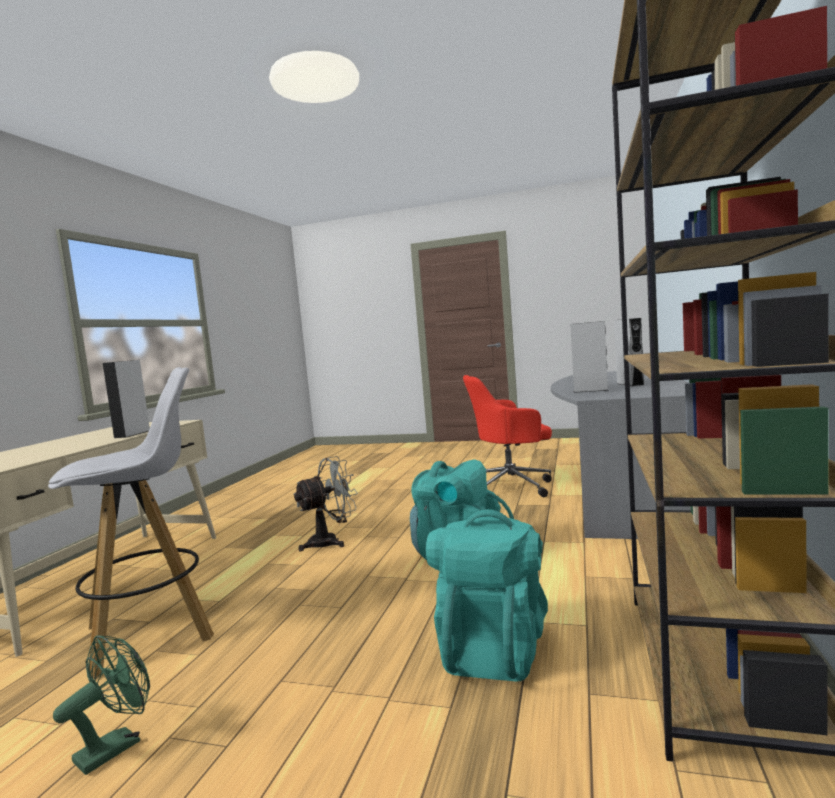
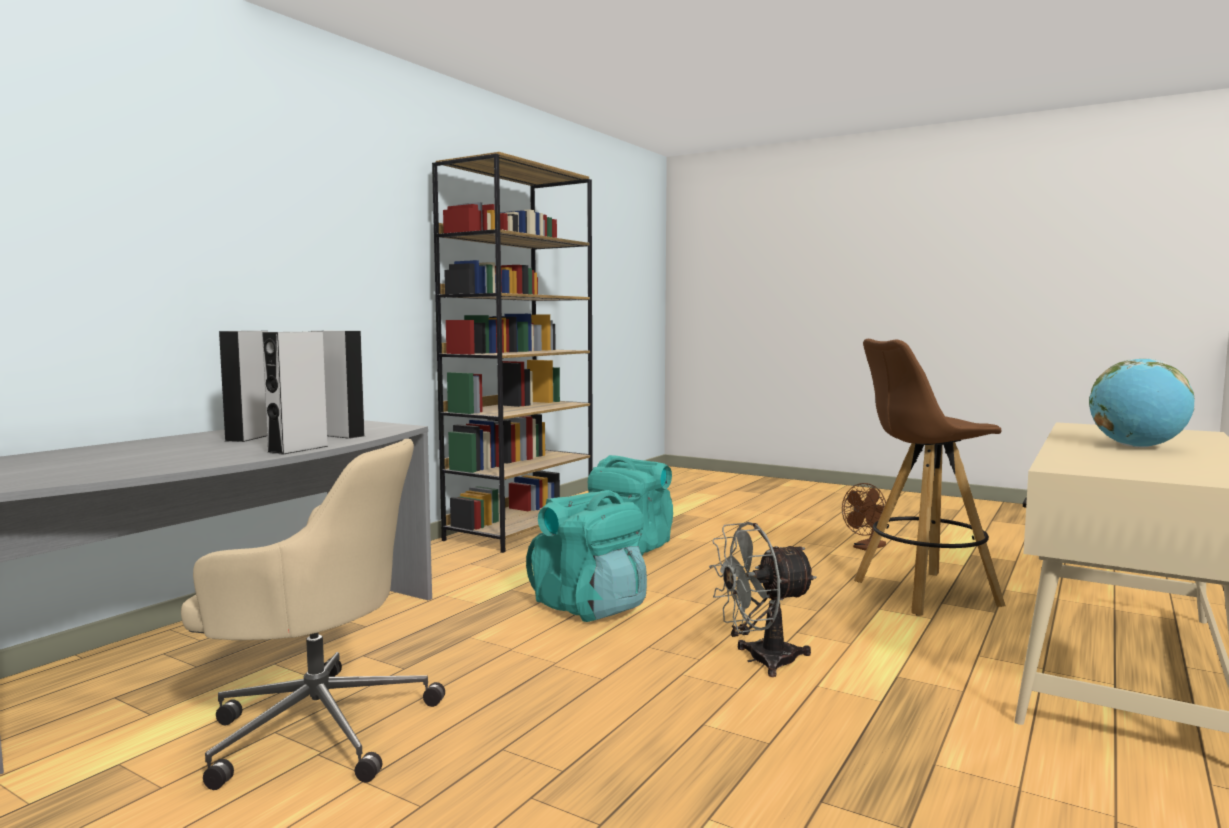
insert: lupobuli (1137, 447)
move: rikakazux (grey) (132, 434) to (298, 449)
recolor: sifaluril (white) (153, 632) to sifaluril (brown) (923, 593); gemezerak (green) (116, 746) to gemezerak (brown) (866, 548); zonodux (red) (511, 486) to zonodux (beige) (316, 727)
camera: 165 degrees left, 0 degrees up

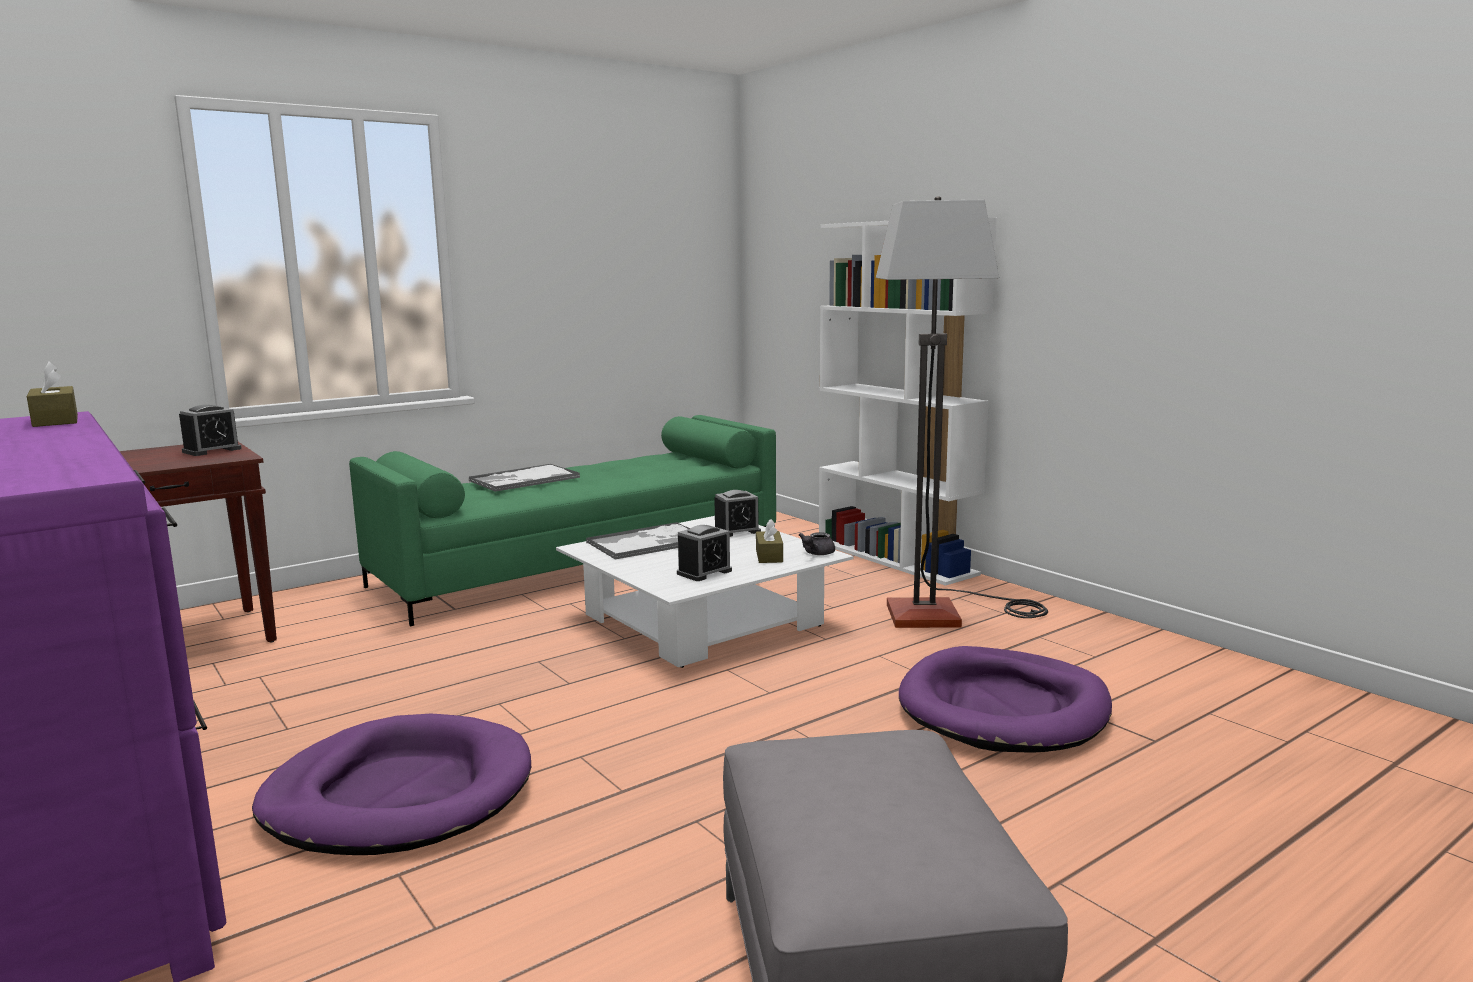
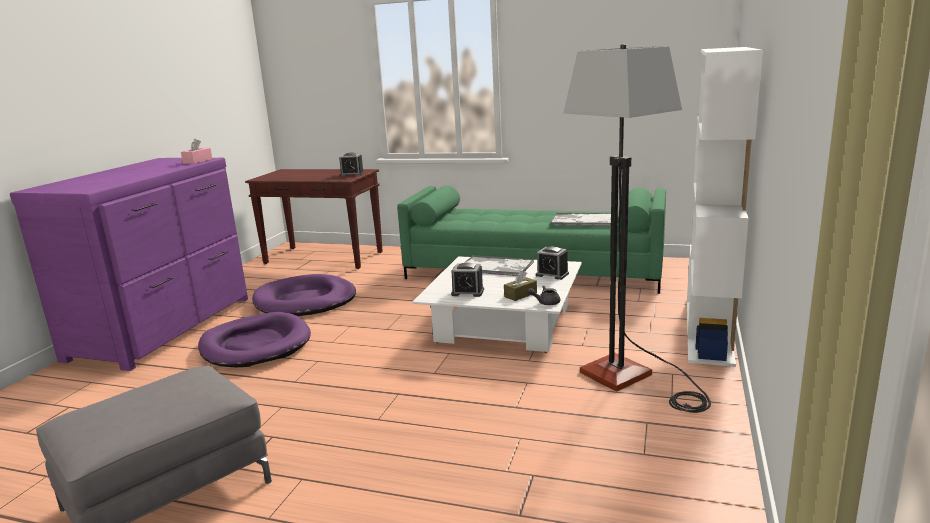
move: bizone (523, 479) to (582, 221); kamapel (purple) (1004, 708) to (305, 301)
recolor: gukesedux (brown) (55, 420) to gukesedux (pink) (197, 161)
camera: 55 degrees right, 5 degrees up

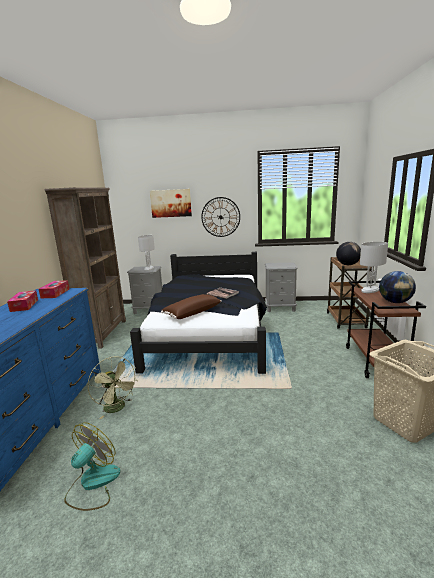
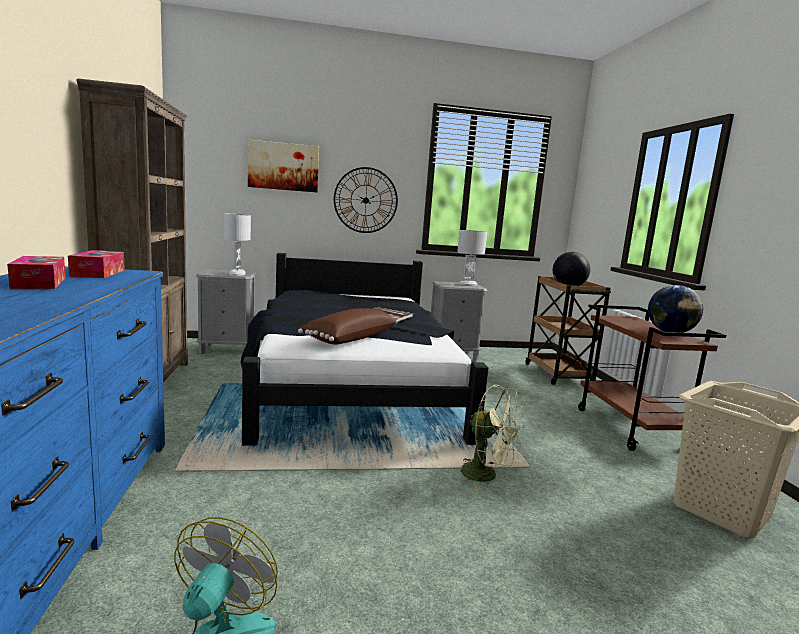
move: gemezerak (green) (117, 408) to (486, 475); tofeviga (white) (370, 290) to (468, 284)
camera: 15 degrees left, 5 degrees down

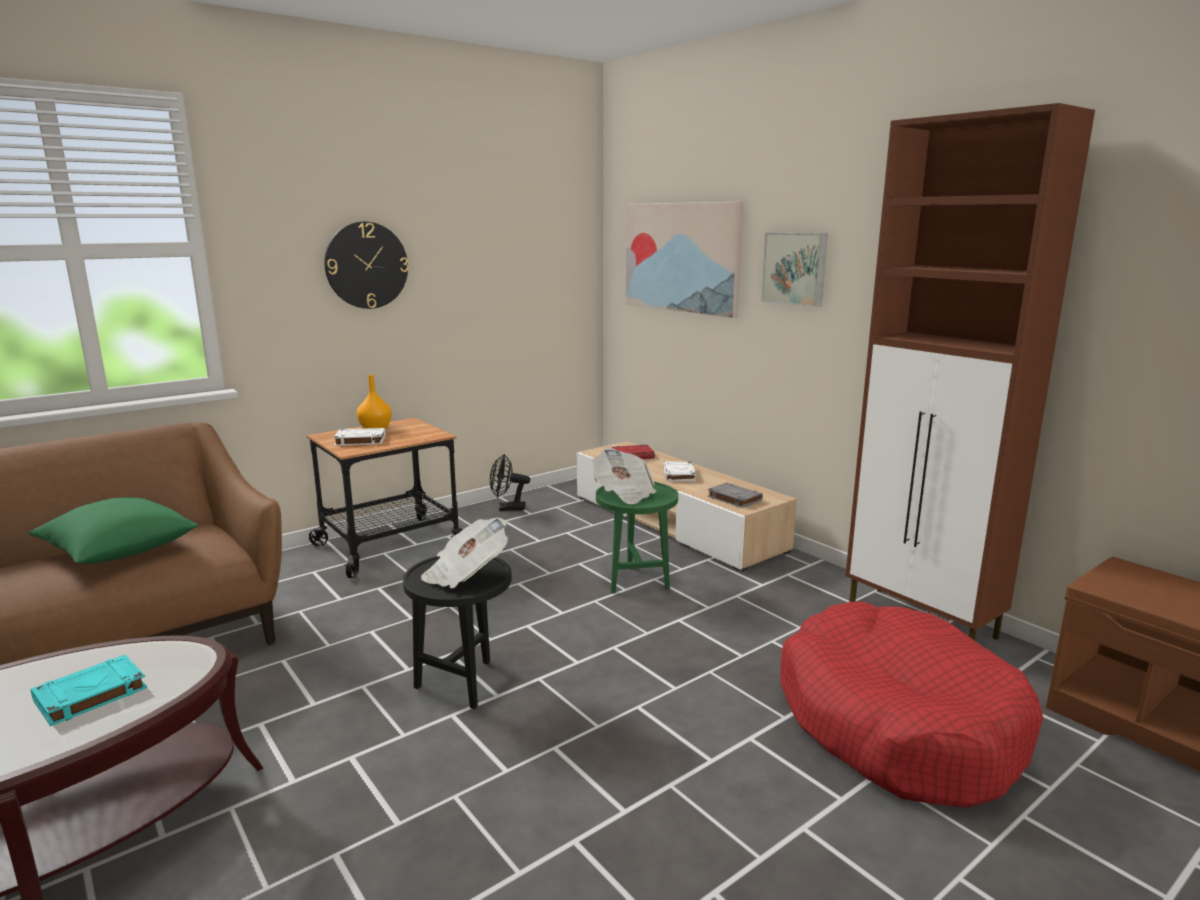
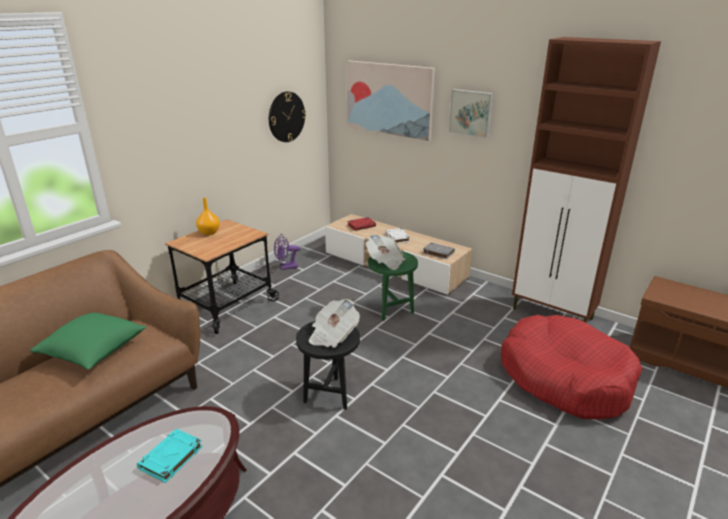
delete: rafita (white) (359, 440)
move: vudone (366, 265) to (286, 117)
recolor: gemezerak (black) (507, 508) to gemezerak (purple) (286, 267)
camera: 15 degrees left, 10 degrees up

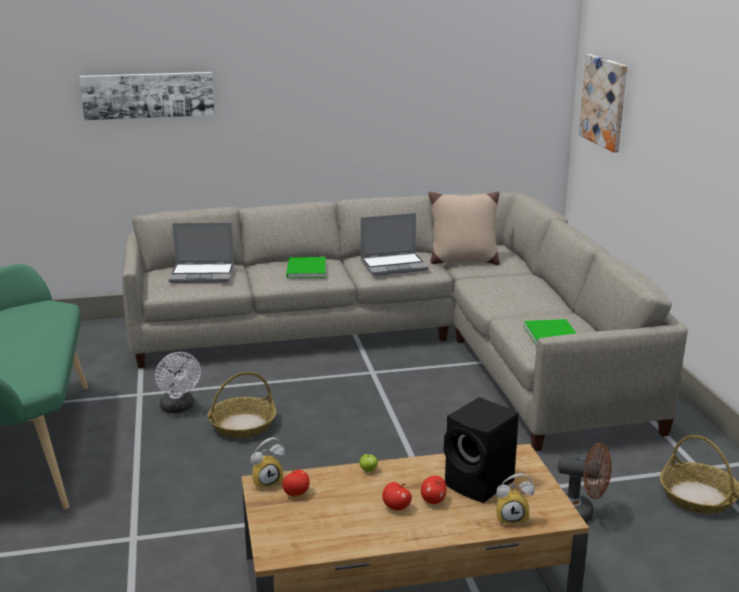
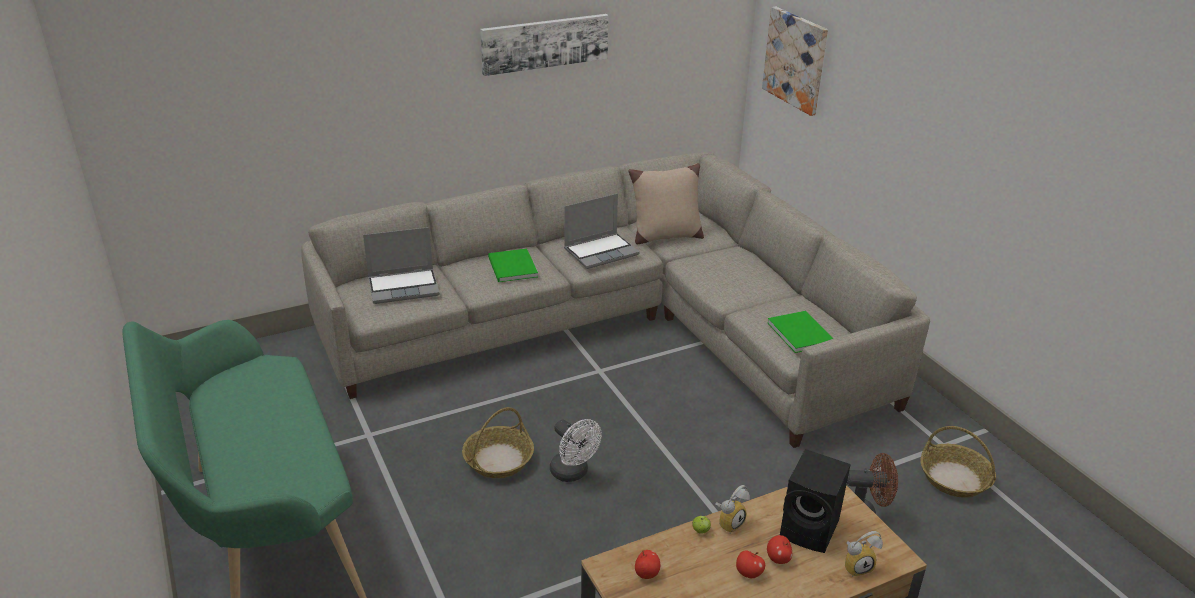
move: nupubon (148, 95) to (544, 43); gemezerak (white) (179, 408) to (573, 473); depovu (267, 481) to (729, 522)
camera: 15 degrees left, 10 degrees up

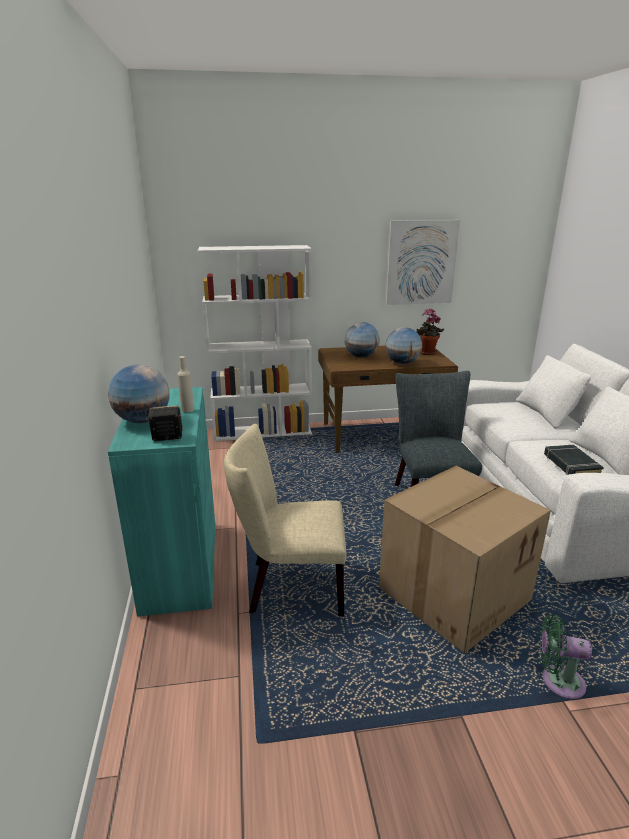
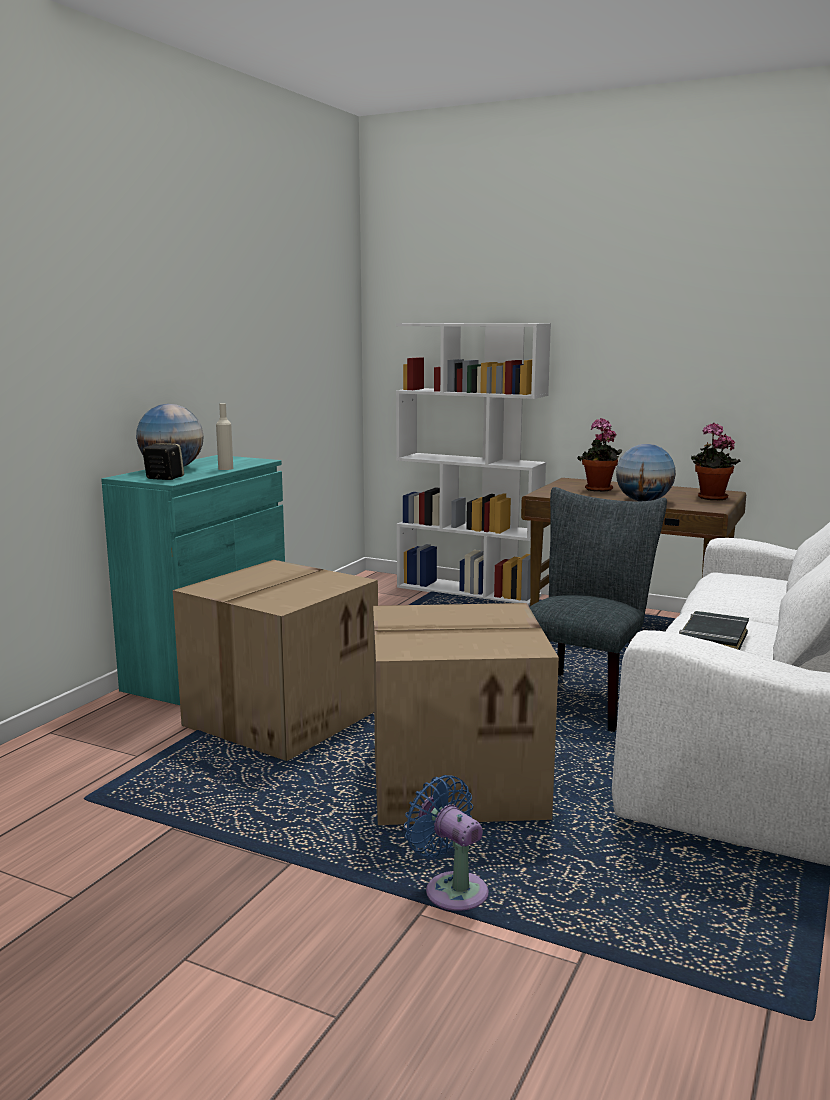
delete: nupubon (421, 263)
replace: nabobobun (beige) (289, 587) to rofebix (282, 716); lupobuli (361, 357) to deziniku (598, 490)
recolor: gemezerak (green) (558, 681) to gemezerak (blue) (452, 889)
camera: 35 degrees right, 10 degrees down

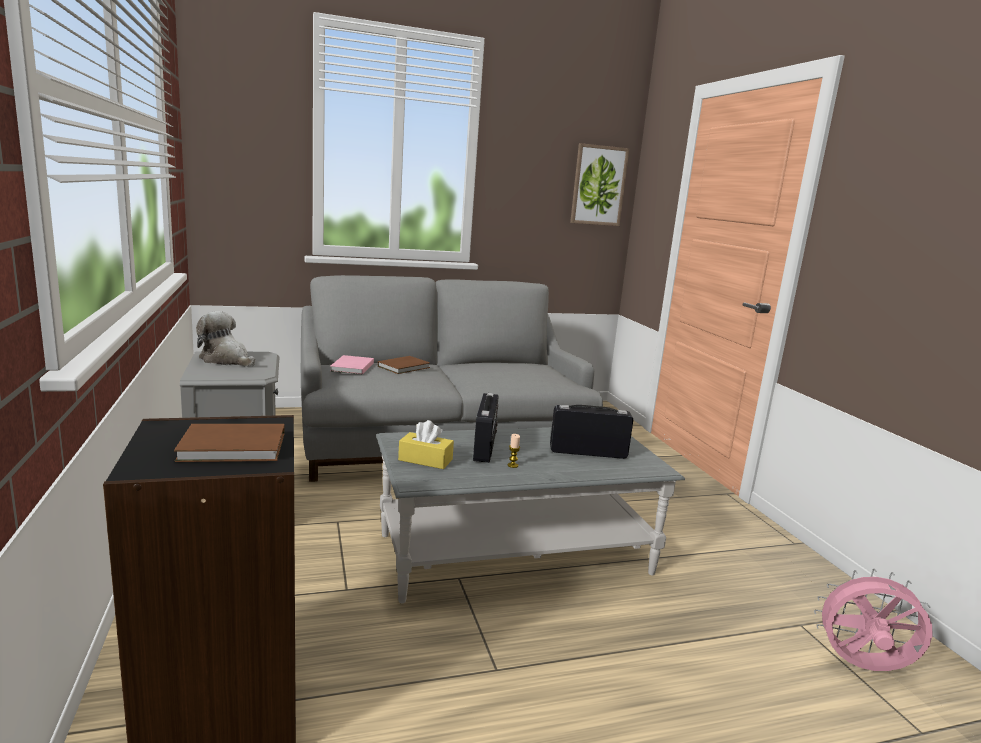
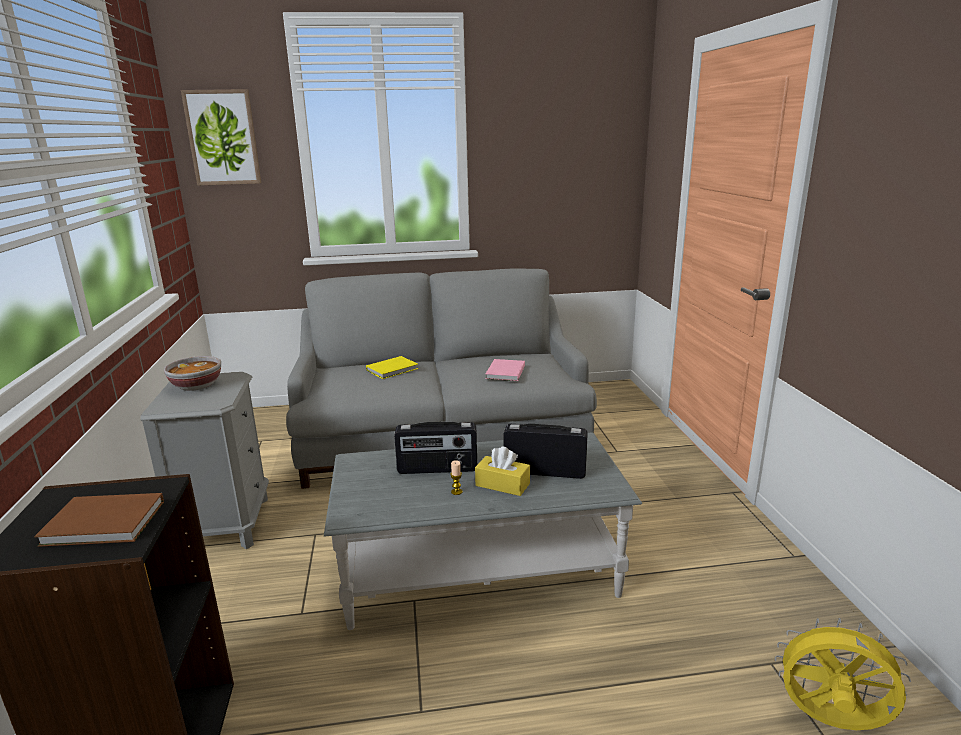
move: rafita (pink) (351, 367) to (504, 372); gukesedux (yellow) (425, 460) to (502, 484); nupubon (598, 185) to (223, 138)
replace: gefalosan (226, 360) to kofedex (196, 386)
recolor: rafita (brown) (405, 367) to rafita (yellow) (393, 369); gemezerak (pink) (862, 668) to gemezerak (yellow) (830, 722)
rotate: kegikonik (485, 447) = (437, 469) 75 degrees clockwise
camera: 10 degrees right, 5 degrees up

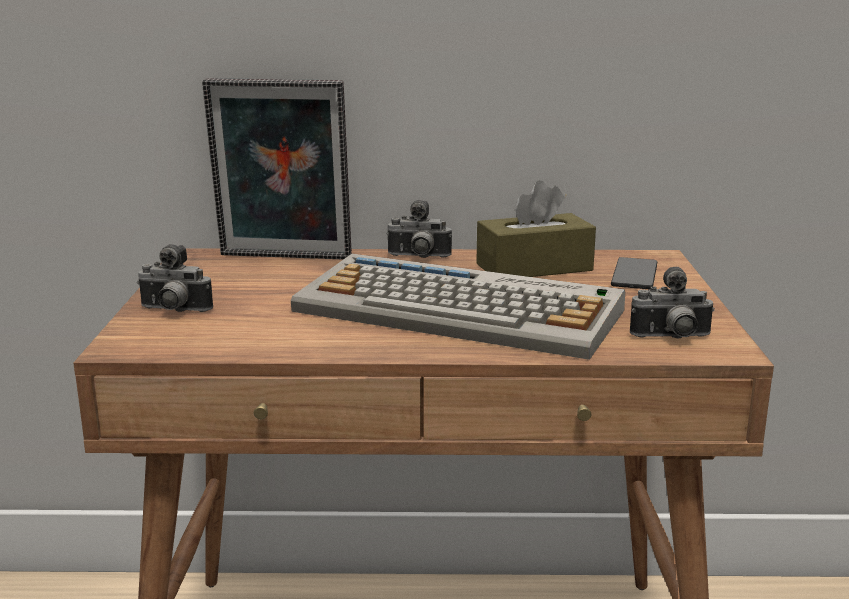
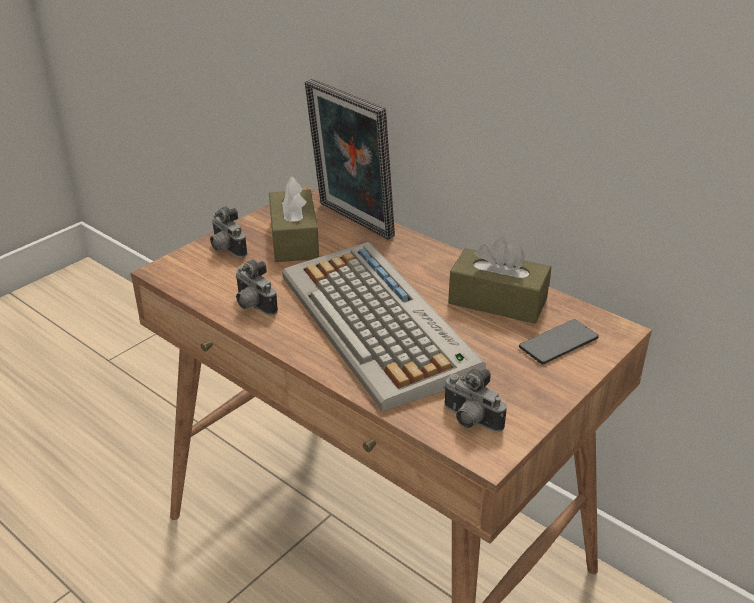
insert: gukesedux (brown) (294, 240)
move: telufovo (418, 257) to (252, 306)
camera: 40 degrees right, 15 degrees up

